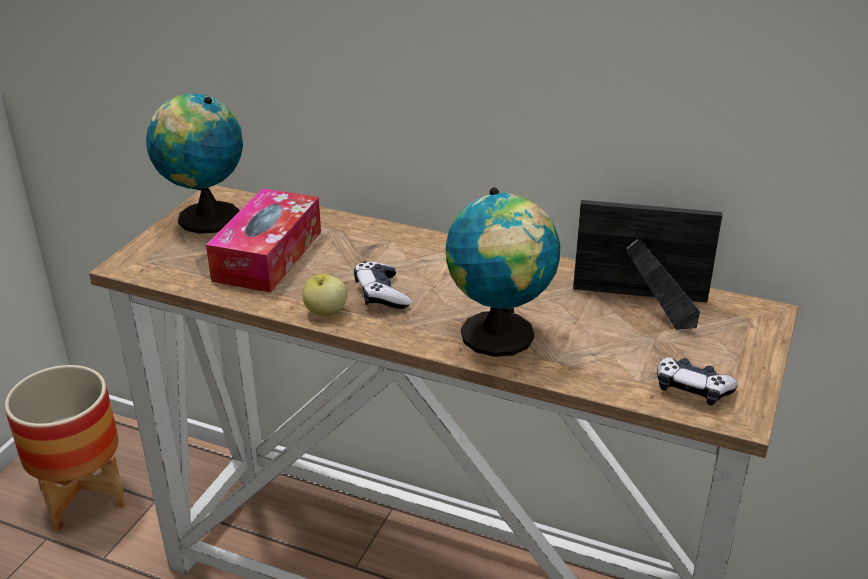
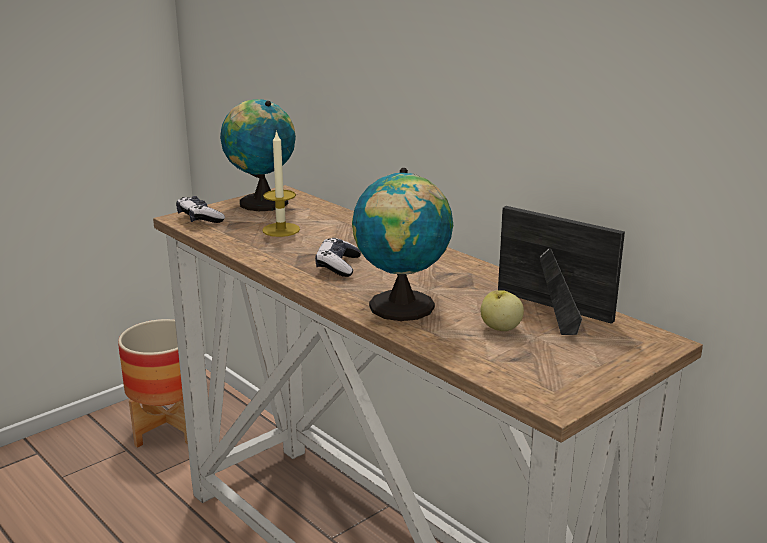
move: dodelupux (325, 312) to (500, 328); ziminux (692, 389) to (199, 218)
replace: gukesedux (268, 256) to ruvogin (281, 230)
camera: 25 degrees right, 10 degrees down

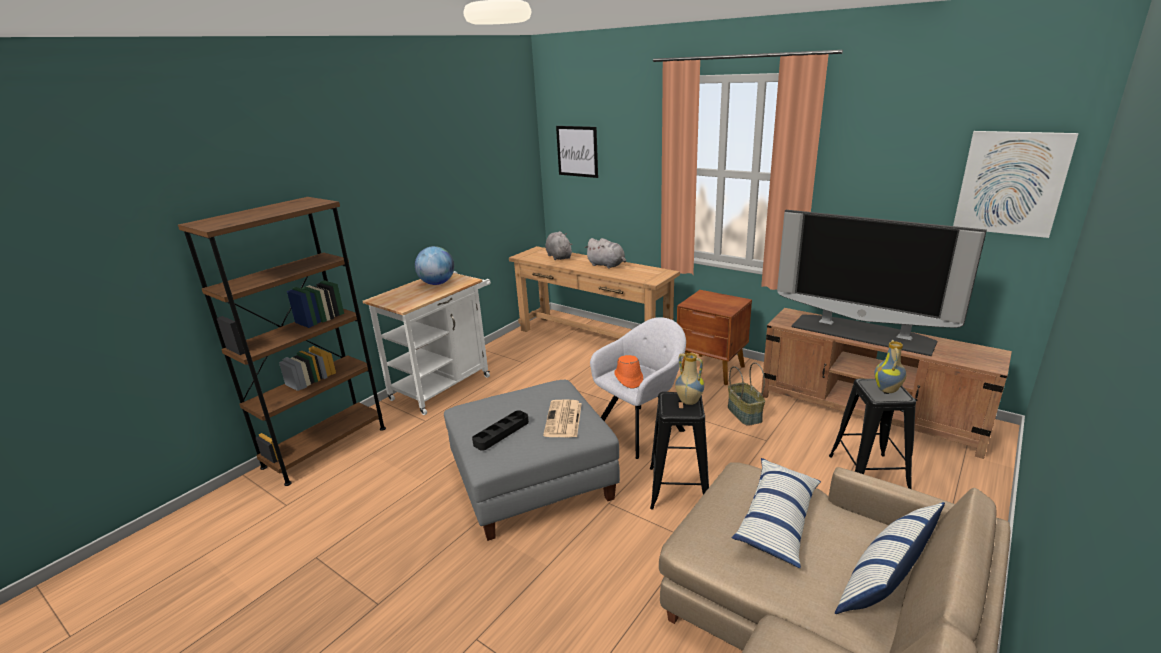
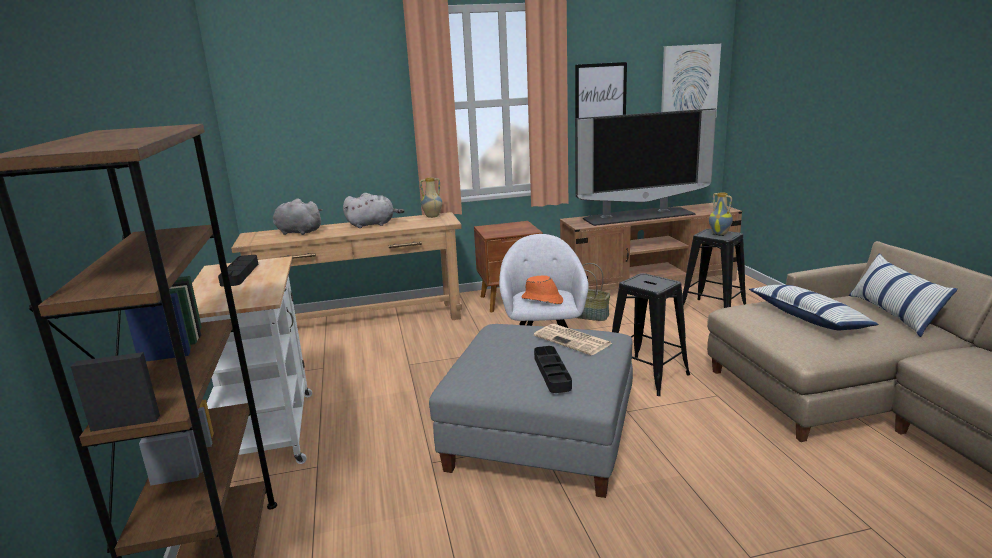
move: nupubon (577, 151) to (600, 91); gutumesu (688, 402) to (432, 216)
replace: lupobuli (437, 283) to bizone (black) (240, 274)
camera: 50 degrees left, 5 degrees down

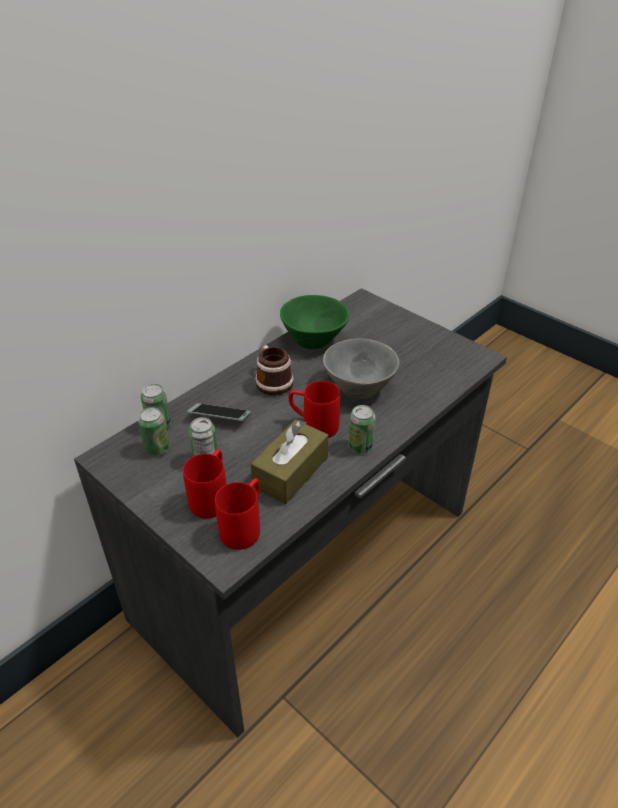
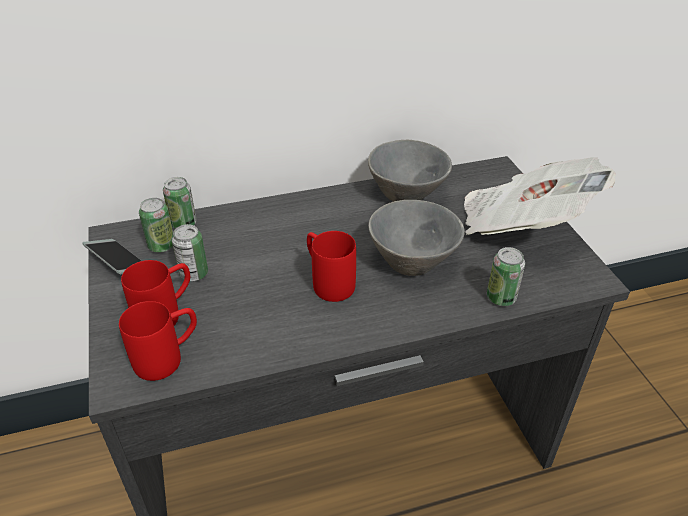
delete: gukesedux (brown) (290, 472); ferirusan (272, 381)
insert: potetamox (522, 225)
move: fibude (219, 417) to (117, 262); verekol (360, 446) to (501, 298)
recolor: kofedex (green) (316, 340) to kofedex (grey) (408, 194)
camera: 30 degrees right, 0 degrees up

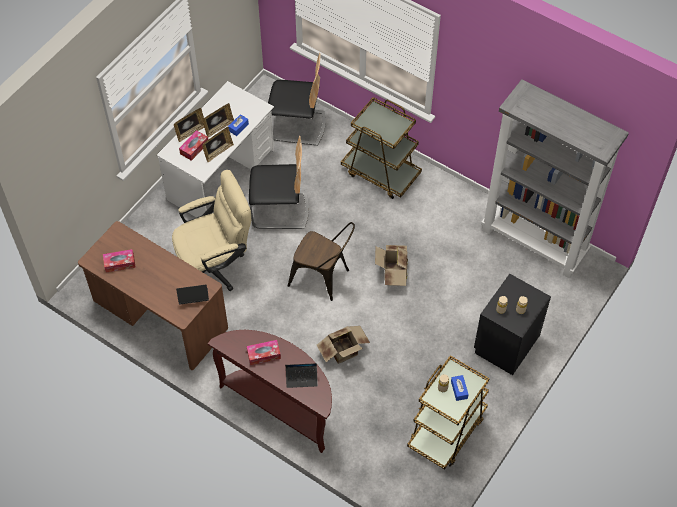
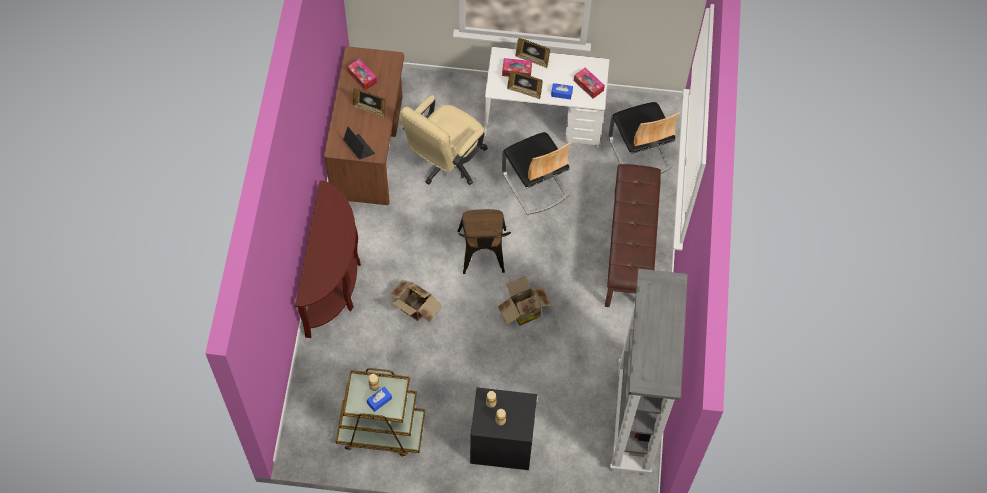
delete: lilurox (301, 378)
move: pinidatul (218, 128) to (370, 109); gukesedux (263, 355) to (588, 85)
replace: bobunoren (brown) (381, 173) to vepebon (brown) (630, 249)
rotate: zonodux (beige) (215, 265) = (445, 163) 90 degrees clockwise
camera: 60 degrees right, 5 degrees up

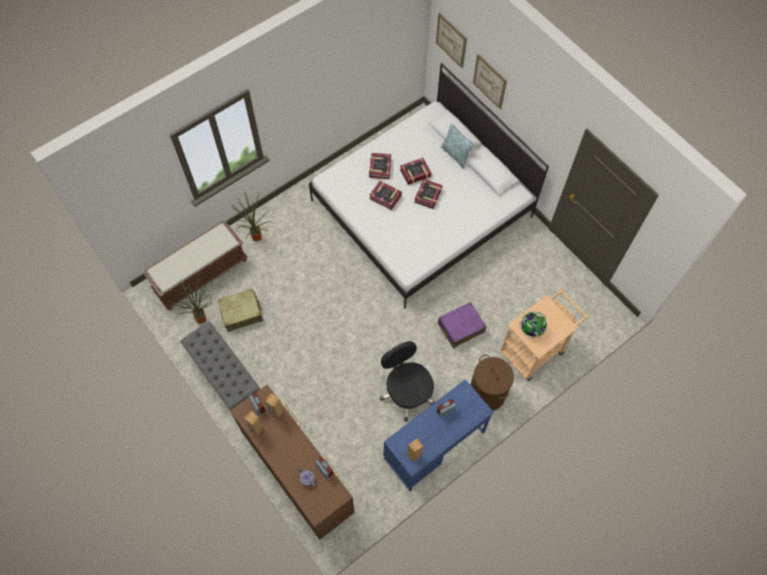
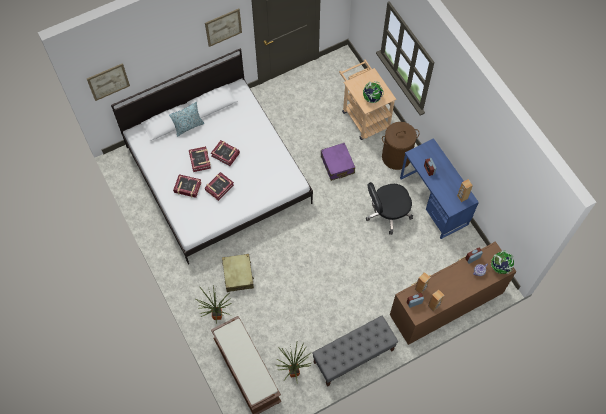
insert: lupobuli (500, 267)
move: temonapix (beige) (241, 313) to (238, 275); nupubon (489, 81) to (223, 27)
camera: 80 degrees left, 0 degrees up

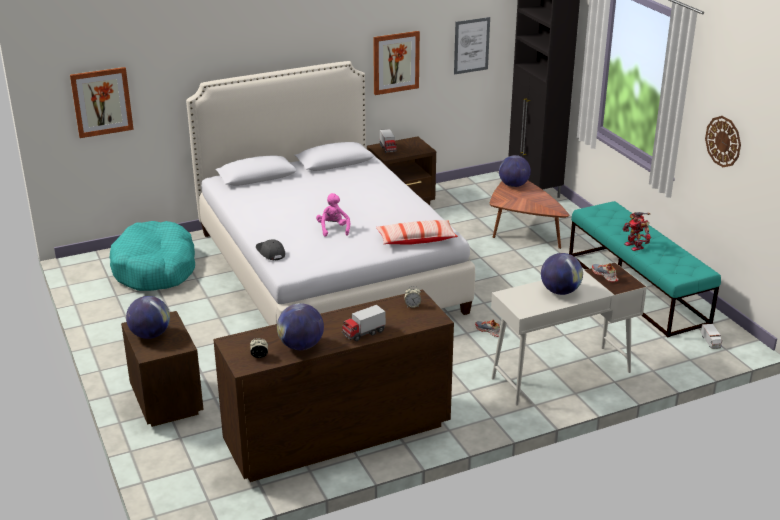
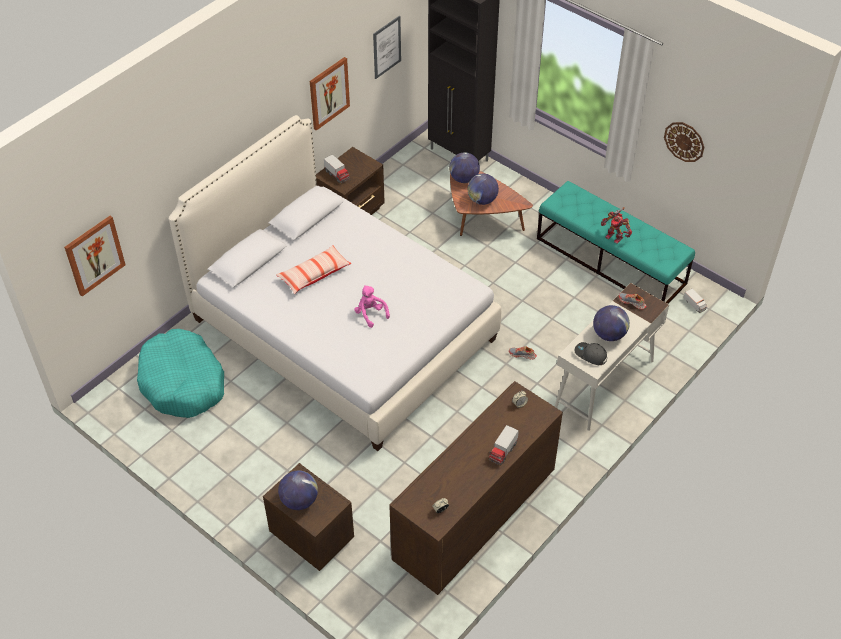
move: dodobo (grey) (270, 253) to (590, 355); lupobuli (301, 346) to (482, 200); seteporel (416, 240) to (314, 274)
camera: 25 degrees left, 20 degrees up

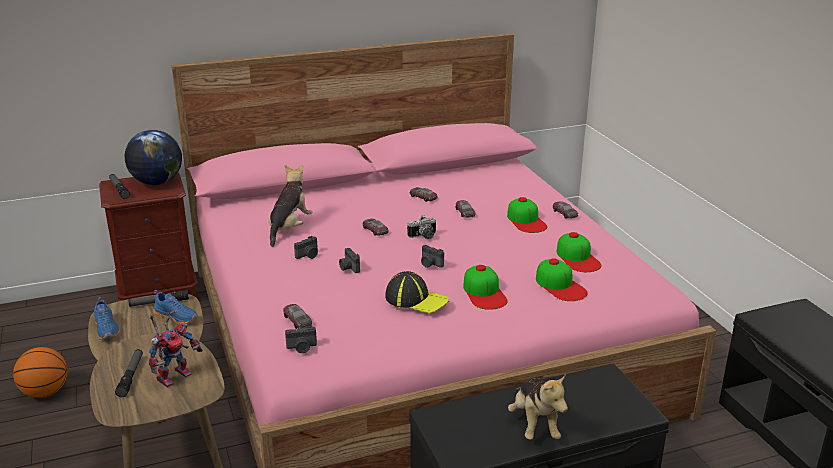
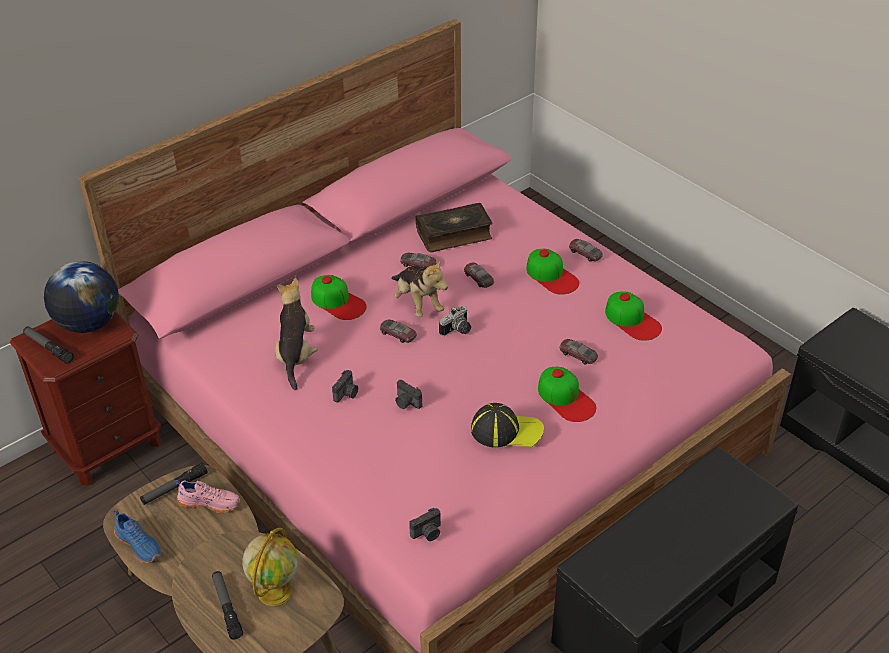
delete: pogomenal (45, 392); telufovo (430, 264)
insert: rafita (454, 234)
move: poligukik (297, 320) to (578, 354); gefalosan (534, 424) to (418, 303); dodobo (560, 285) to (338, 301)
replace: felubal (175, 374) to lupobuli (275, 590)
recolor: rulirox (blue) (177, 316) to rulirox (pink) (210, 502)
camera: 20 degrees left, 15 degrees up

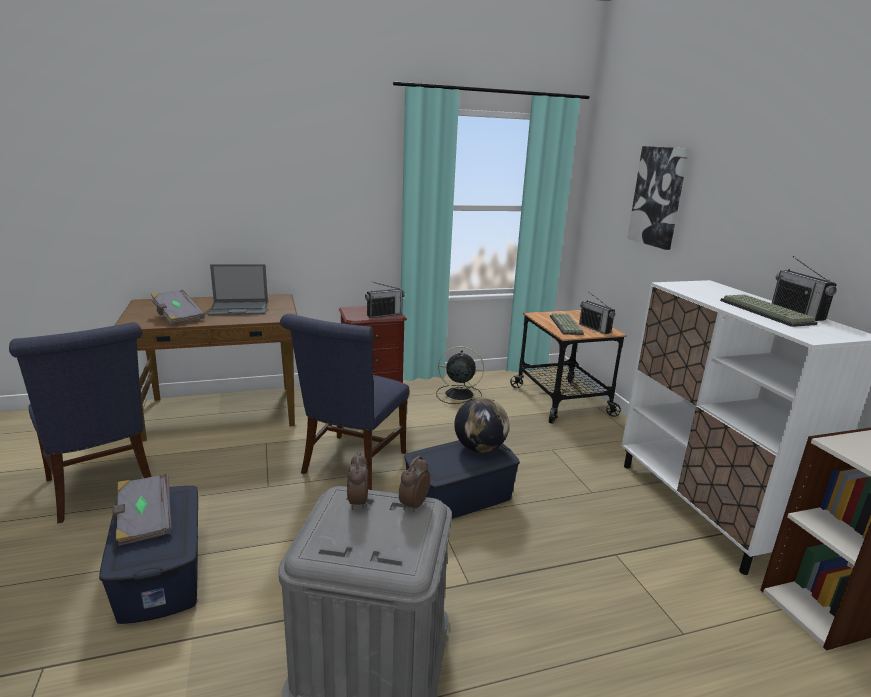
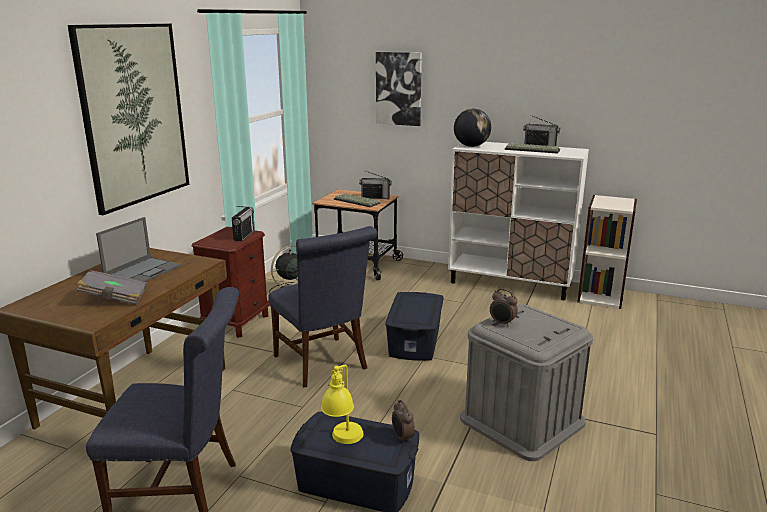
insert: nupubon (134, 115)
move: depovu (413, 505) to (402, 438); lupobuli (479, 448) to (471, 146)
replace: rafita (grey) (144, 521) to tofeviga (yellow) (343, 442)
camera: 50 degrees left, 0 degrees up

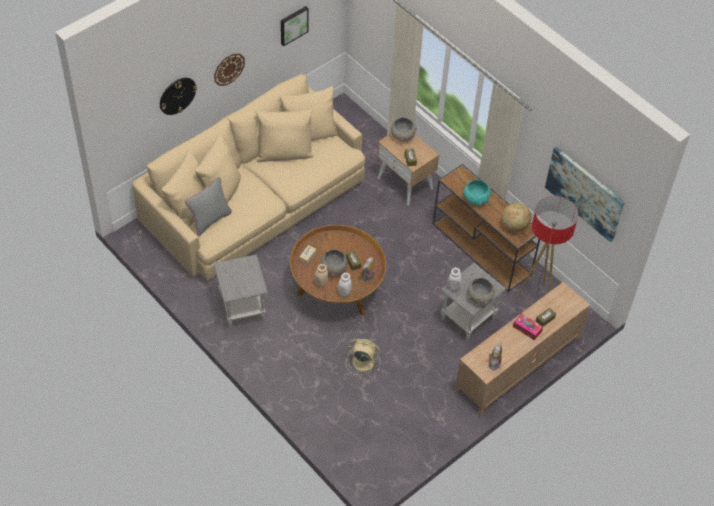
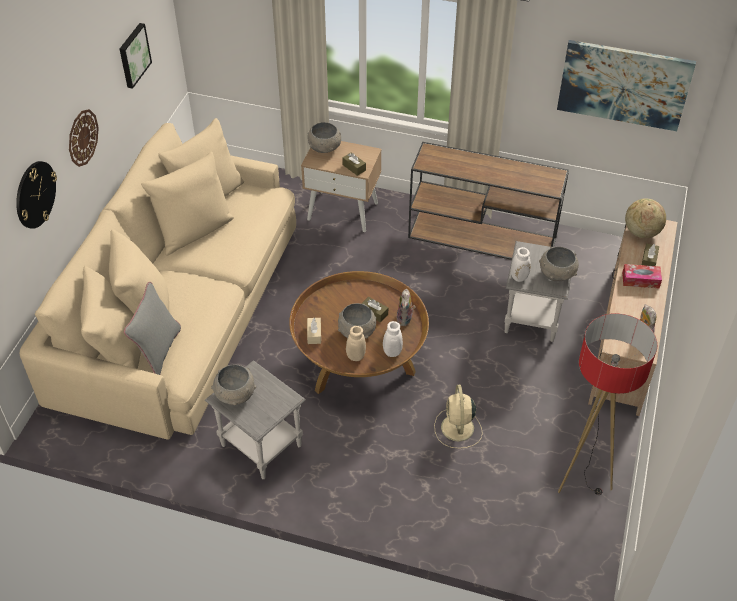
delete: kofedex (turquoise) (476, 199)
insert: kofedex (grey) (235, 394)
move: lupobuli (514, 225) to (641, 232); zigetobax (535, 300) to (582, 478)
rotate: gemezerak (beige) (362, 361) = (457, 429) 75 degrees counterclockwise
camera: 30 degrees left, 5 degrees down

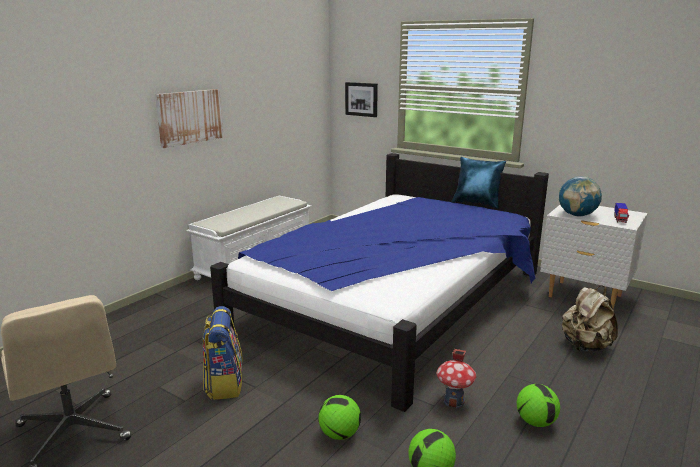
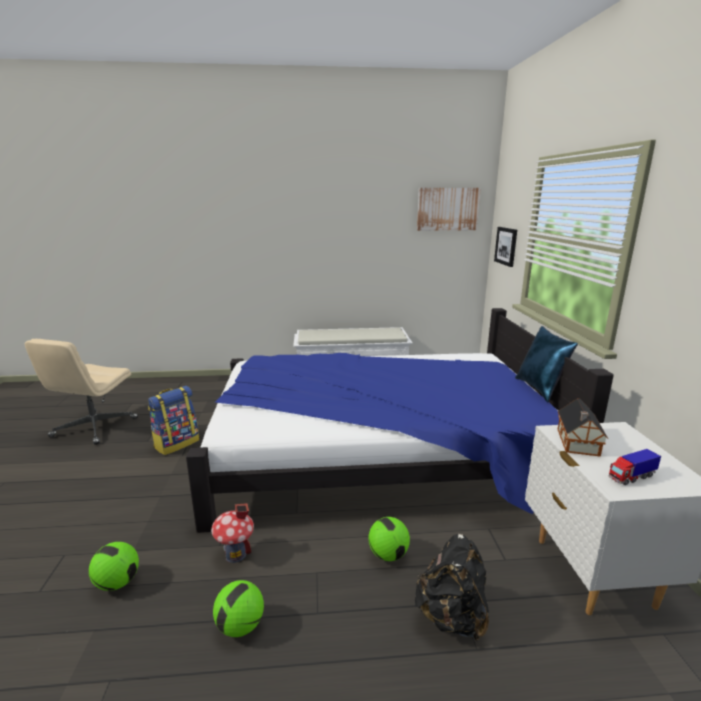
move: nupubon (189, 117) to (447, 209); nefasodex (339, 434) to (388, 554)
replace: lupobuli (577, 215) to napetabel (577, 443)
recolor: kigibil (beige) (585, 346) to kigibil (black) (452, 616)
camera: 50 degrees right, 0 degrees up

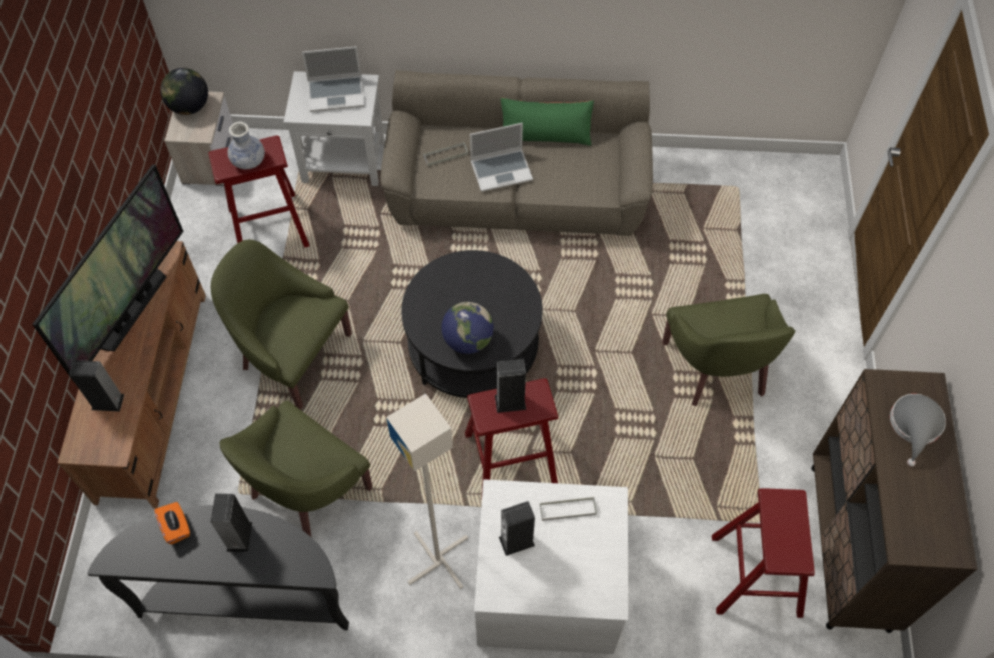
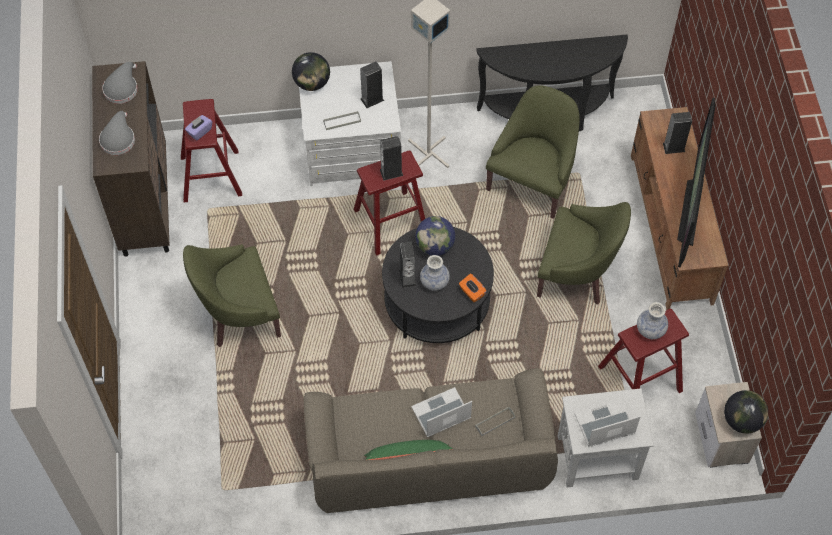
insert: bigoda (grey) (122, 88); gukesedux (purple) (199, 131); lupobuli (312, 83); gutumesu (434, 282)
move: gukesedux (orange) (176, 527) to (472, 292); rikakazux (239, 536) to (407, 277)
rotate: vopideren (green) (718, 369) = (238, 314) 90 degrees counterclockwise
camera: 170 degrees right, 0 degrees up

